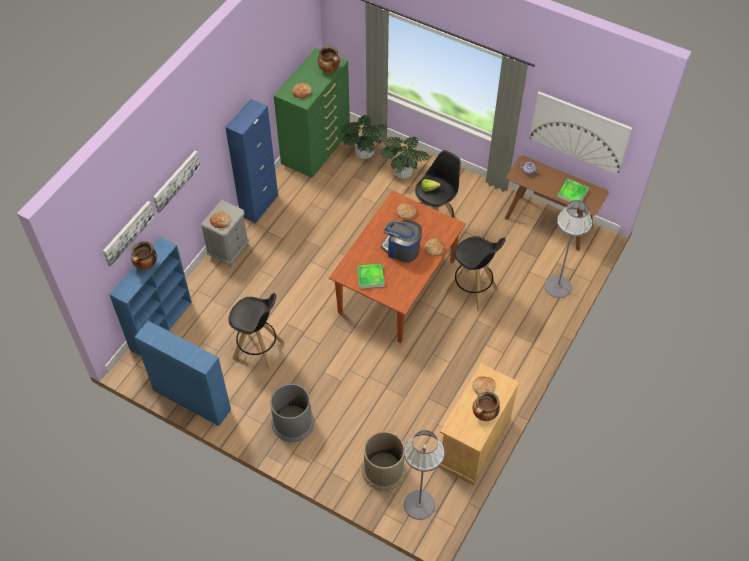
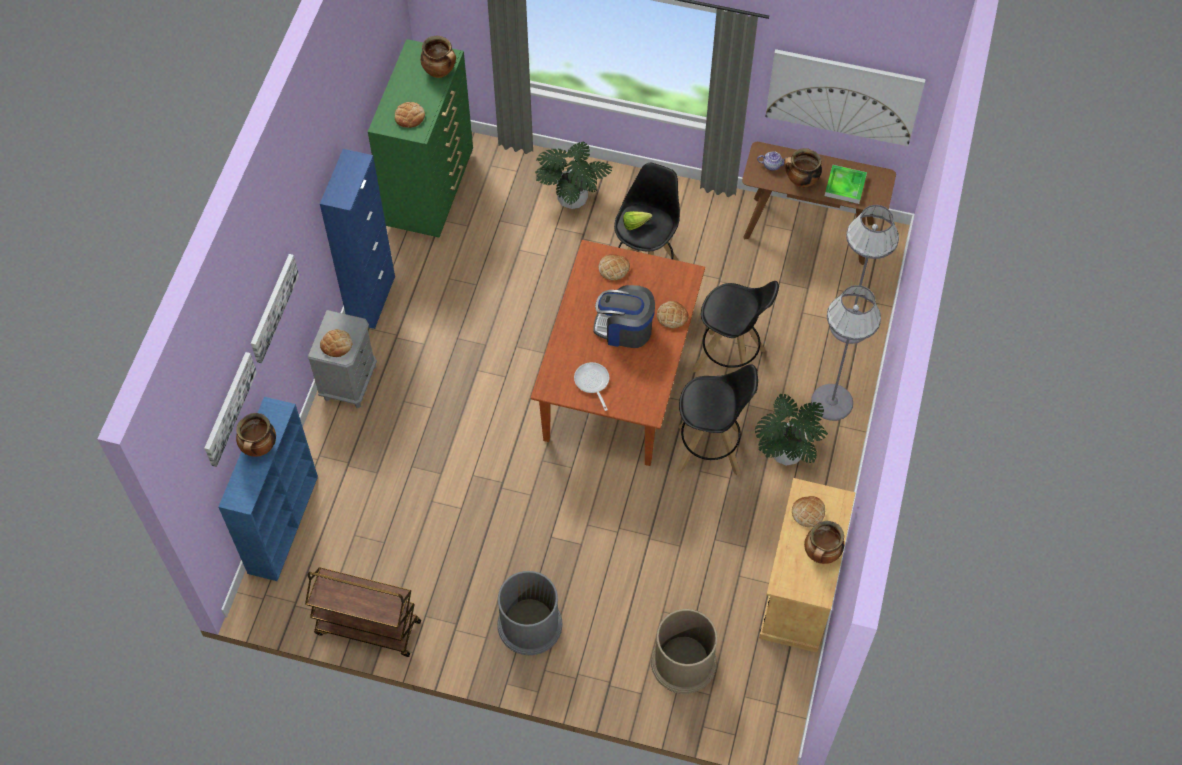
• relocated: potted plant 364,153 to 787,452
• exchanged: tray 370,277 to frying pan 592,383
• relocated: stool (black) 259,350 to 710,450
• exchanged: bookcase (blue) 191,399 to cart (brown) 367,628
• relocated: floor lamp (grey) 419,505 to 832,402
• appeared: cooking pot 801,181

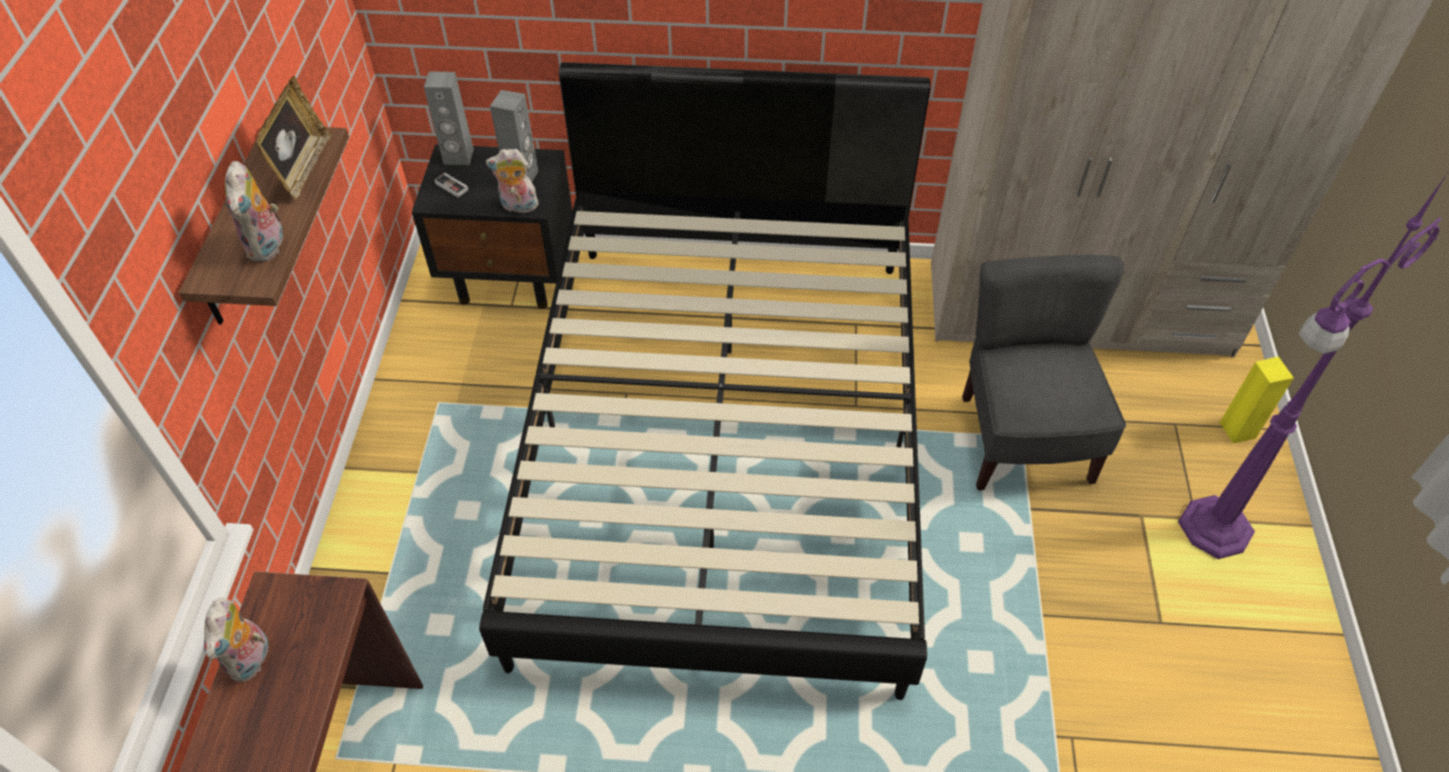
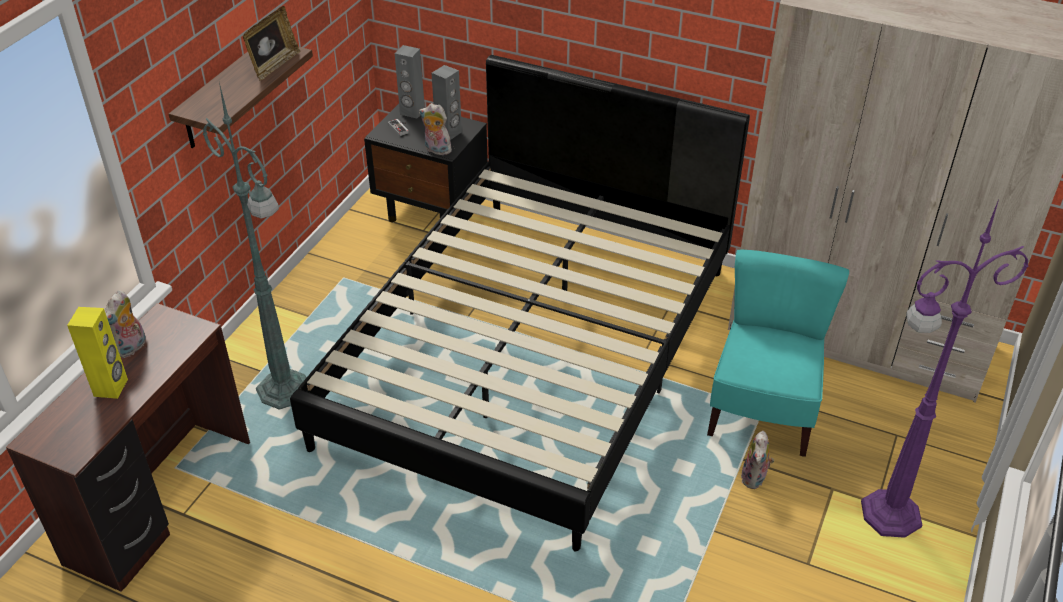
• relocated: plush toy 269,246 to 755,479
• colour: chair (grey) 1022,439 to chair (turquoise) 762,412
• relocated: speaker (yellow) 1237,430 to 111,387
• appeared: floor lamp (green) 285,391

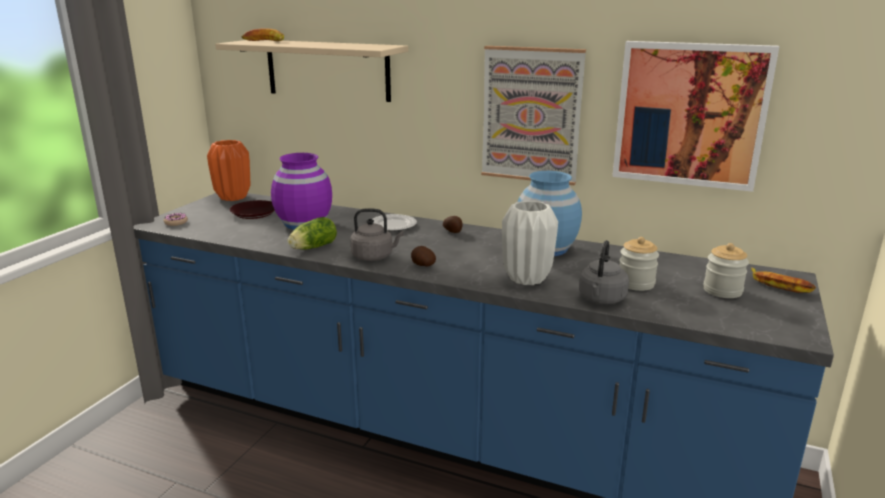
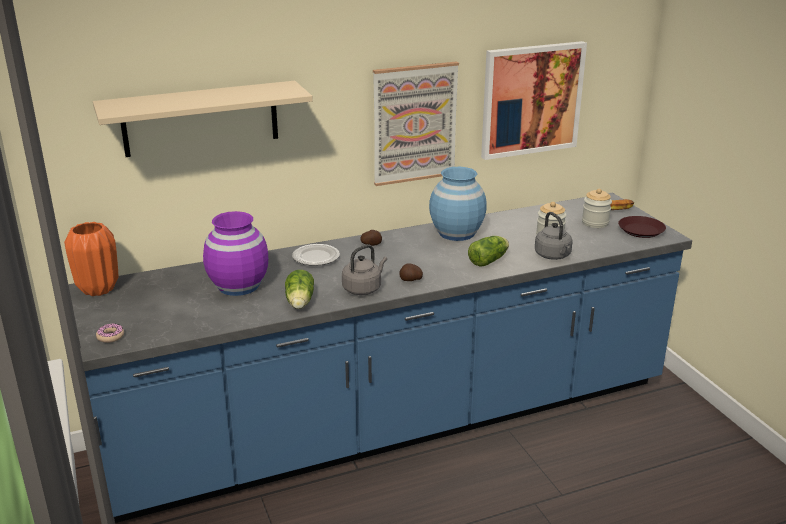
• missing: banana 264,41
• relocated: plate (brown) 254,213 to 640,231
• exchanged: vase (white) 526,278 to lettuce 489,260

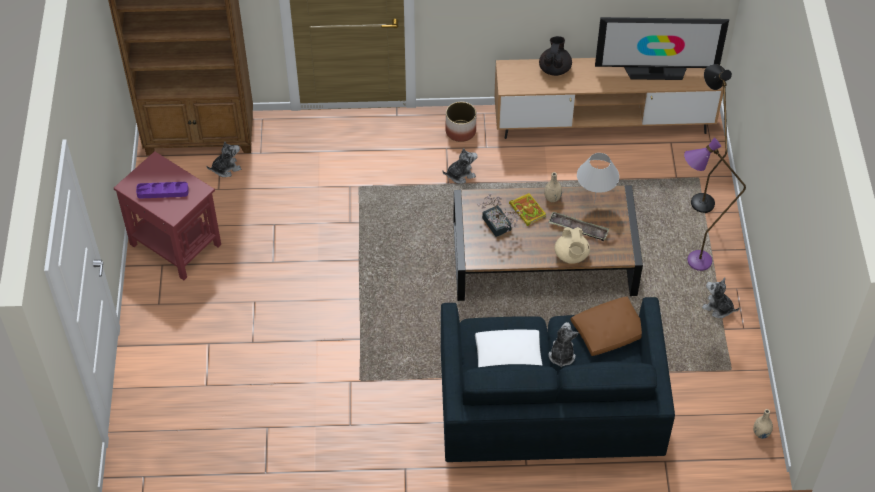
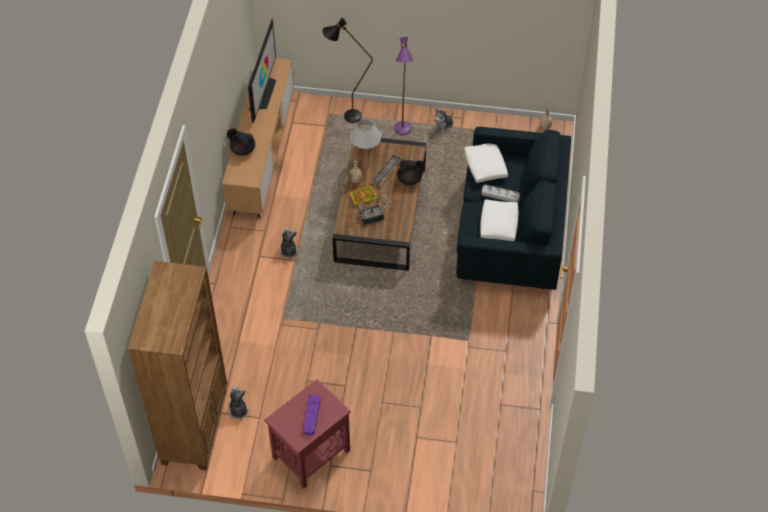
• missing: planter 461,131
• colour: teapot (beige) 571,256 to teapot (black) 410,179
• colour: pillow (brown) 609,331 to pillow (white) 485,166
• exchanged: plush toy 561,355 to tray (grey) 500,195

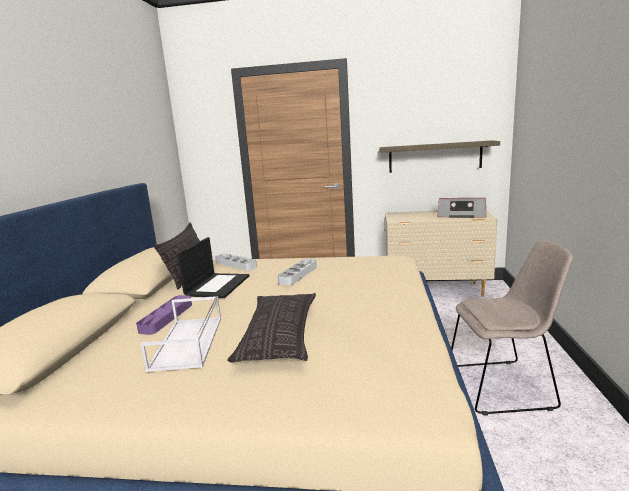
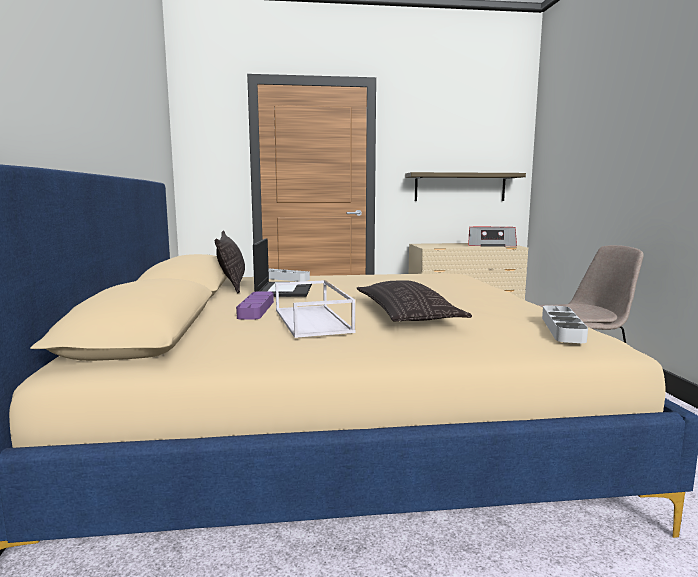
• relocated: tray (grey) 298,274 to 562,328

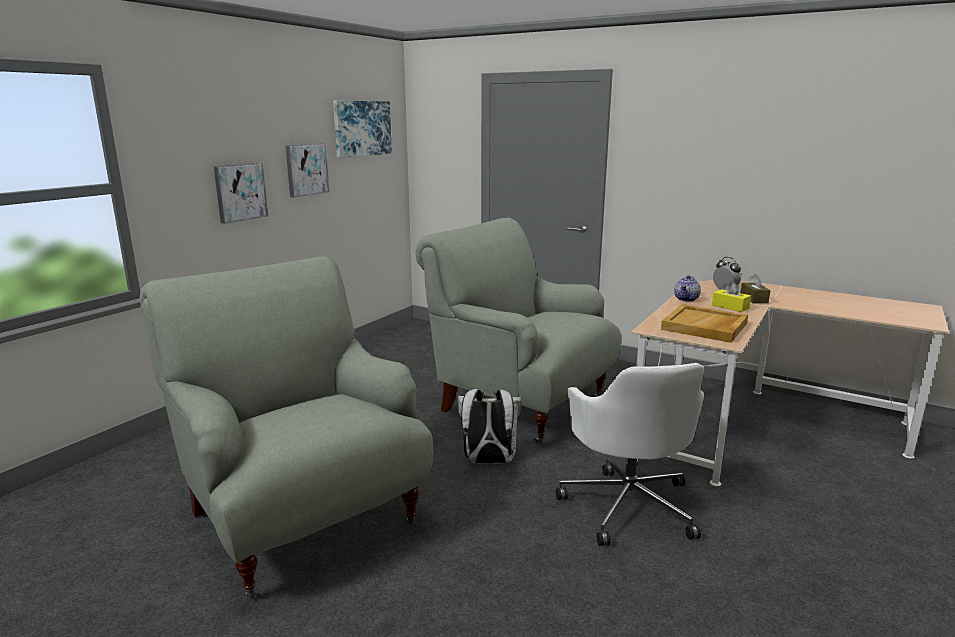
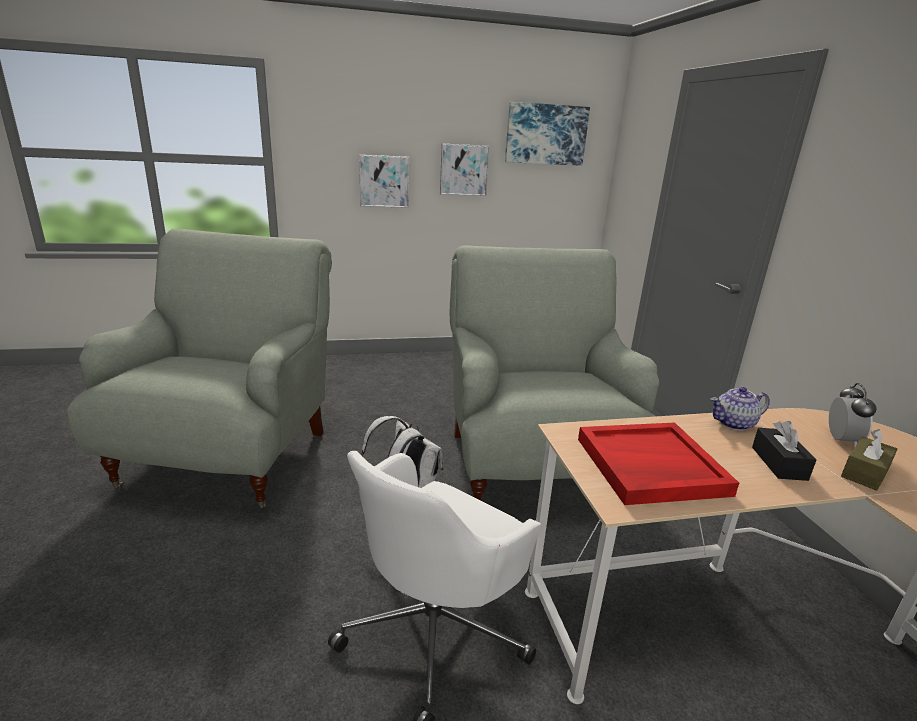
• colour: tissue box (yellow) 730,307 to tissue box (black) 778,463
• colour: tray (beige) 705,327 to tray (red) 650,466

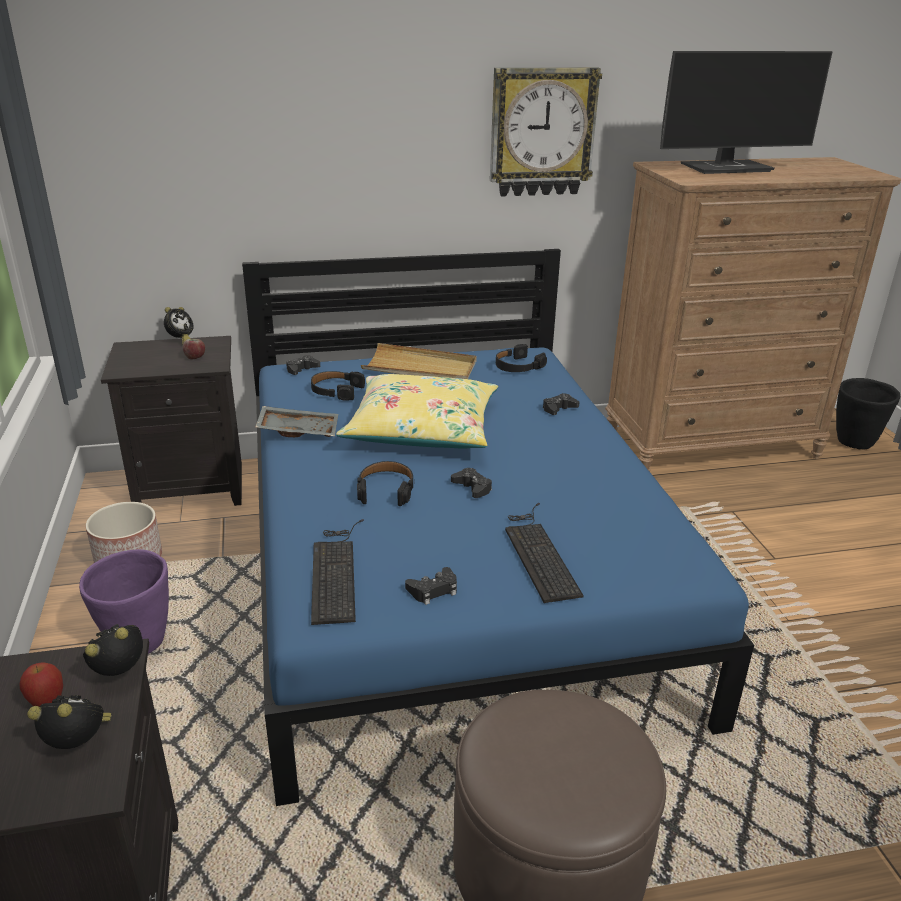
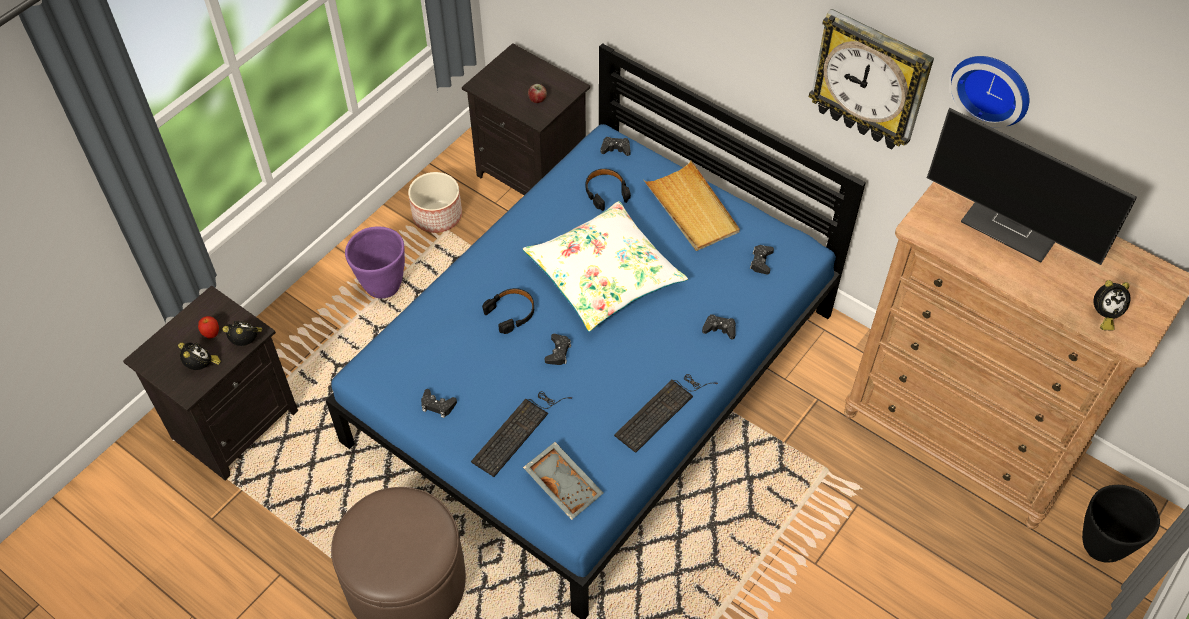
• relocated: alarm clock 181,341 to 1103,315
• exchanged: headphones (black) 517,366 to game controller (black) 761,261
• colour: pillow (yellow) 422,429 to pillow (white) 604,275
• relocated: tray (grey) 298,430 to 564,484
• relocated: keyboard 336,571 to 663,409
• appeared: wall clock 993,87

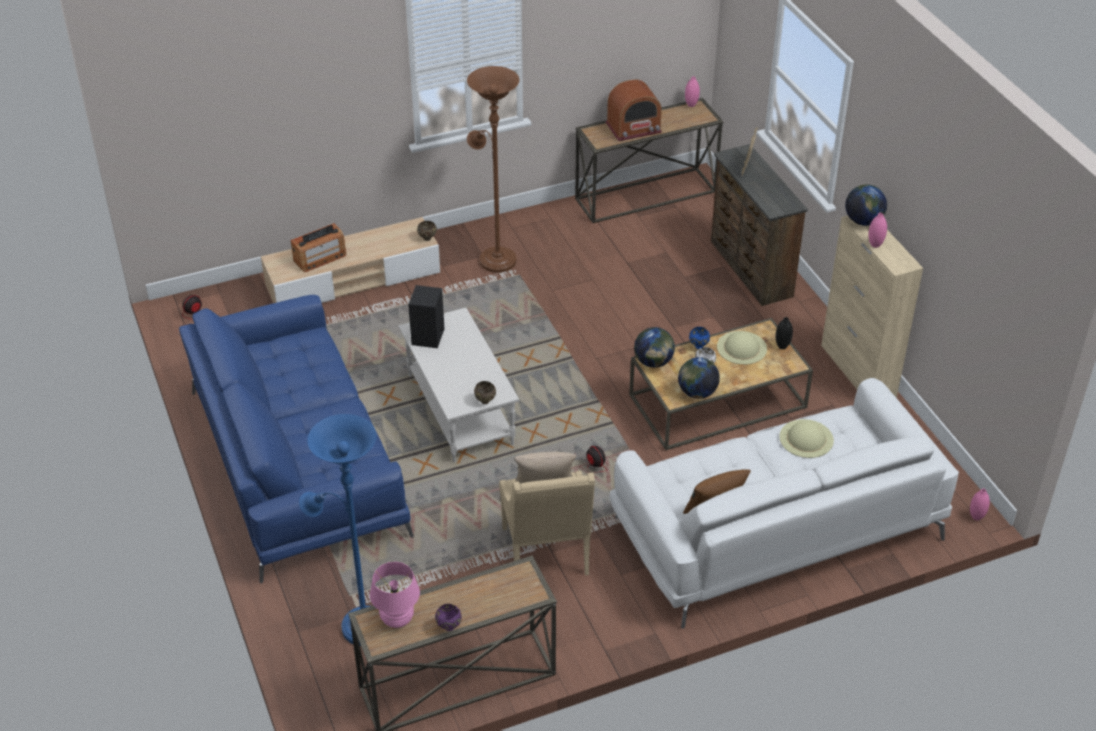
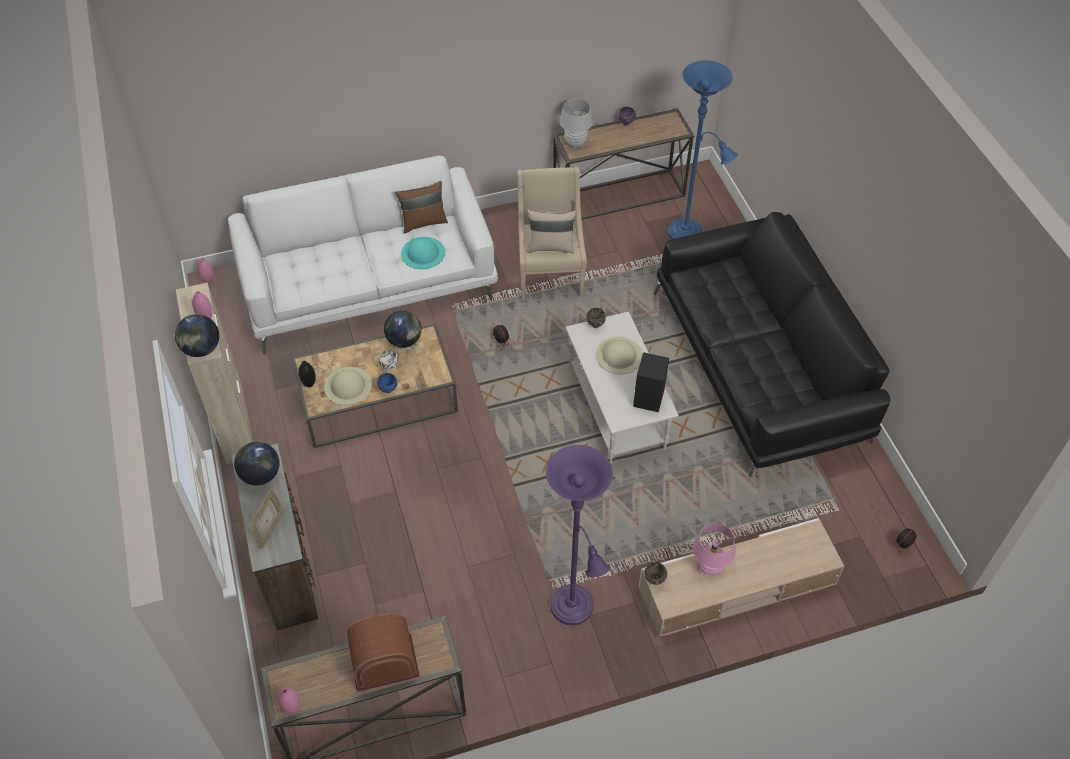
• colour: floor lamp (brown) 495,258 to floor lamp (purple) 574,610
• missing: radio 320,258
• colour: sofa (blue) 296,460 to sofa (black) 759,366
• relocated: globe 653,362 to 261,475
• relocated: hat (beige) 806,438 to 619,355
• relocated: table lamp (pink) 397,619 to 709,566
• appeared: table lamp (white) 575,142
• appeared: hat (turquoise) 423,253

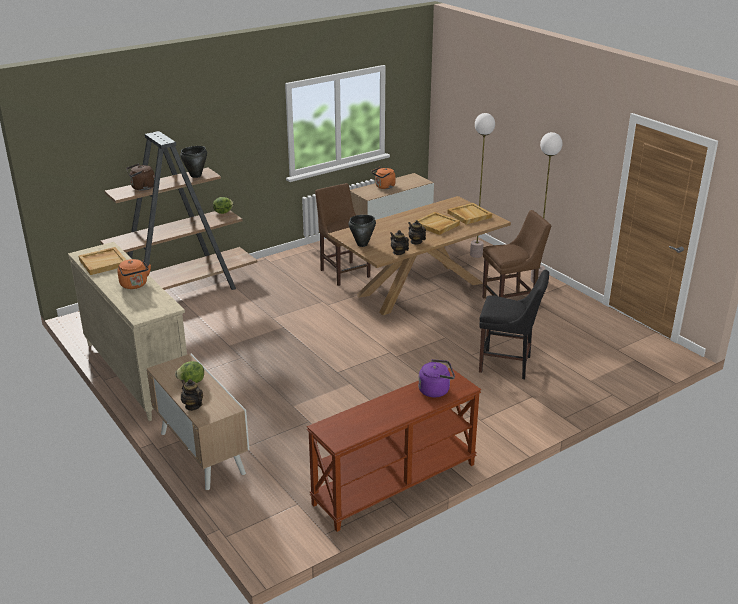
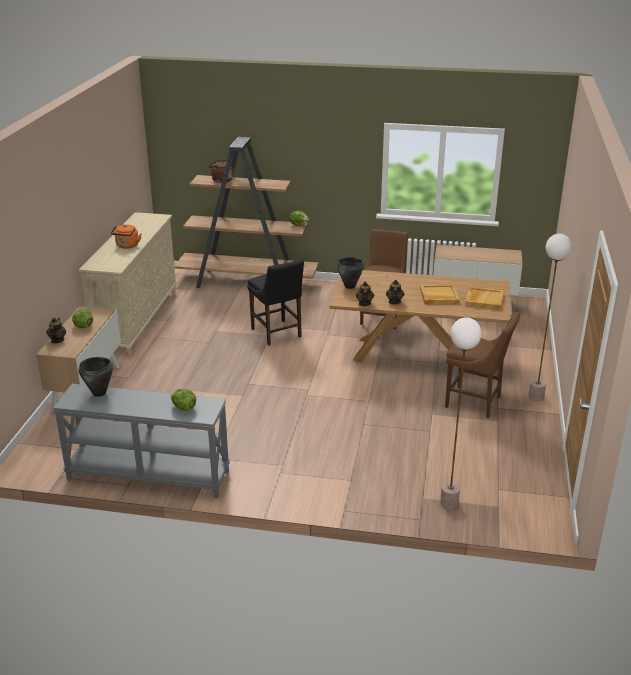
• relocated: floor lamp 476,254 to 449,503
• relocated: cooking pot (black) 196,176 to 99,393
• missing: kettle (orange) 384,187
• missing: tray (beige) 103,262
• relocated: chair (black) 508,365 to 277,334
• exchanged: kettle (purple) 436,390 to lettuce 183,407
• colour: console table (brown) 395,485 to console table (grey) 147,476

